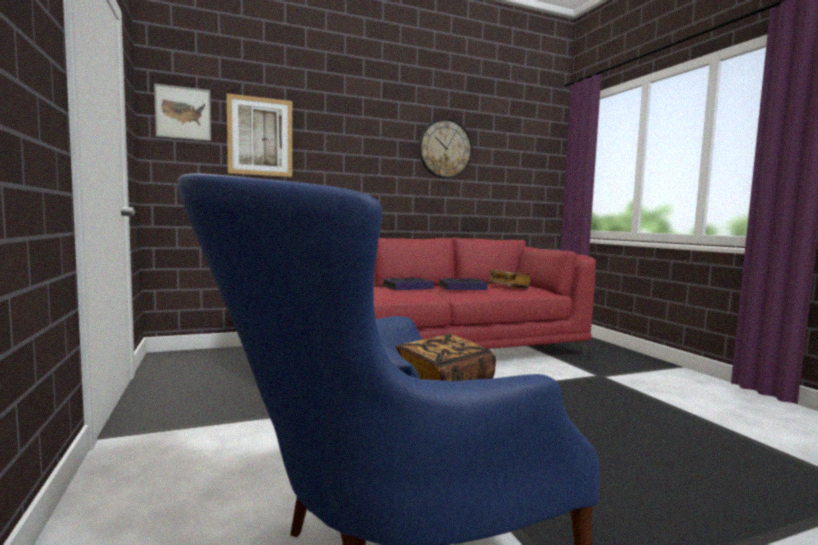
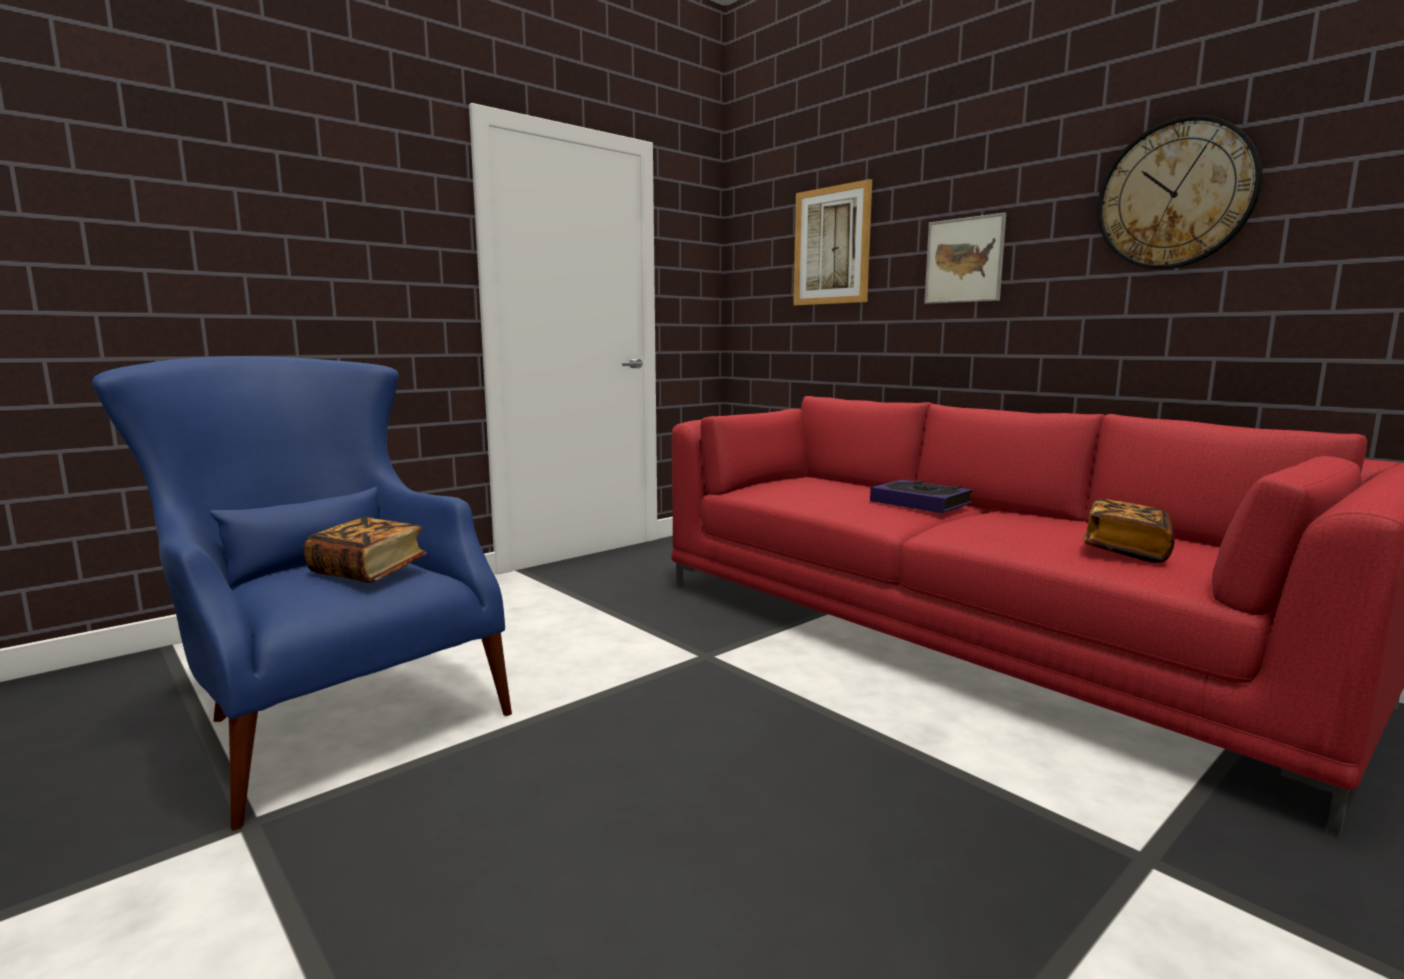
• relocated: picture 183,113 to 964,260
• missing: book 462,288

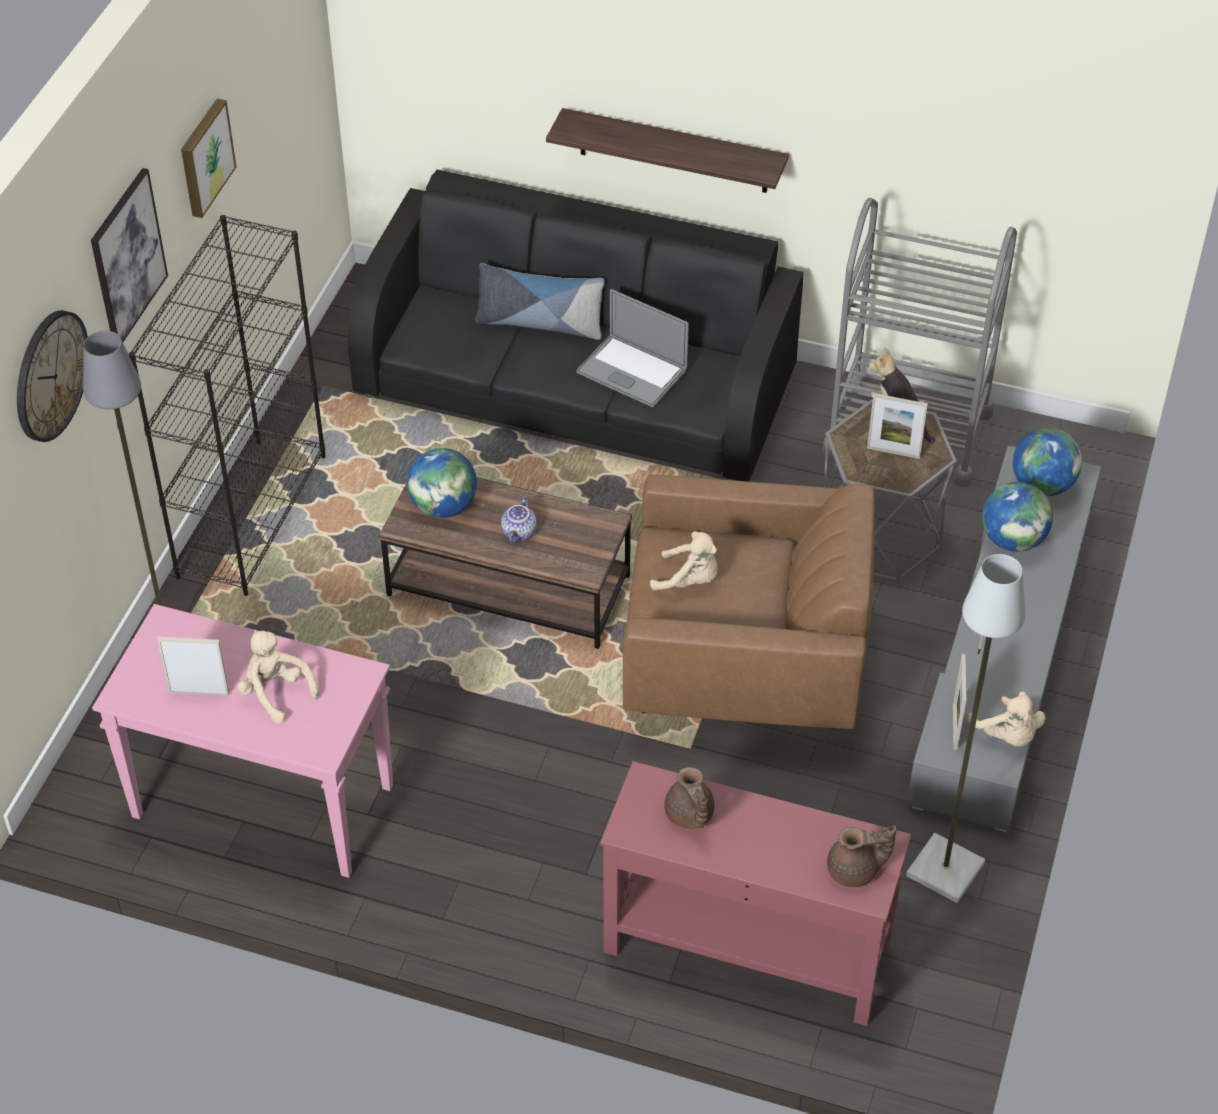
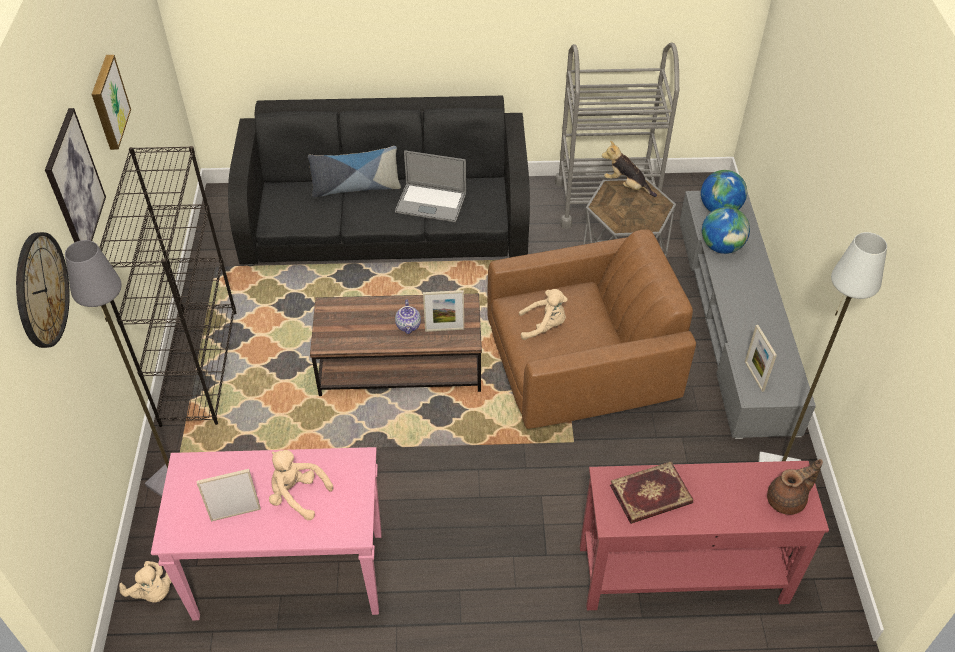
• missing: shelf 673,151
• relocated: picture frame 893,452 to 444,329
• missing: globe 444,506
• relocated: plush toy (beige) 1007,735 to 153,591
• exchanged: teapot (brown) 689,815 to book 651,495

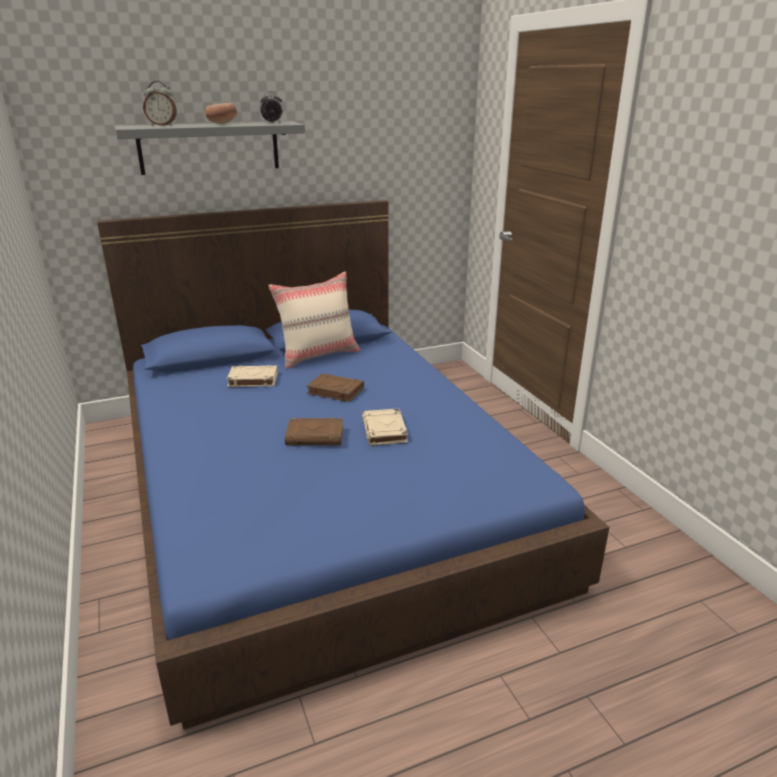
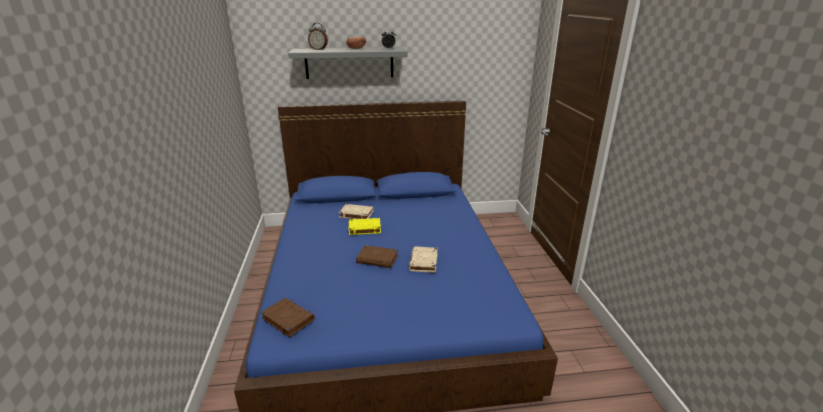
• missing: pillow (beige) 318,355
• relocated: book (brown) 334,391 to 287,319
• appeared: book (yellow) 364,228

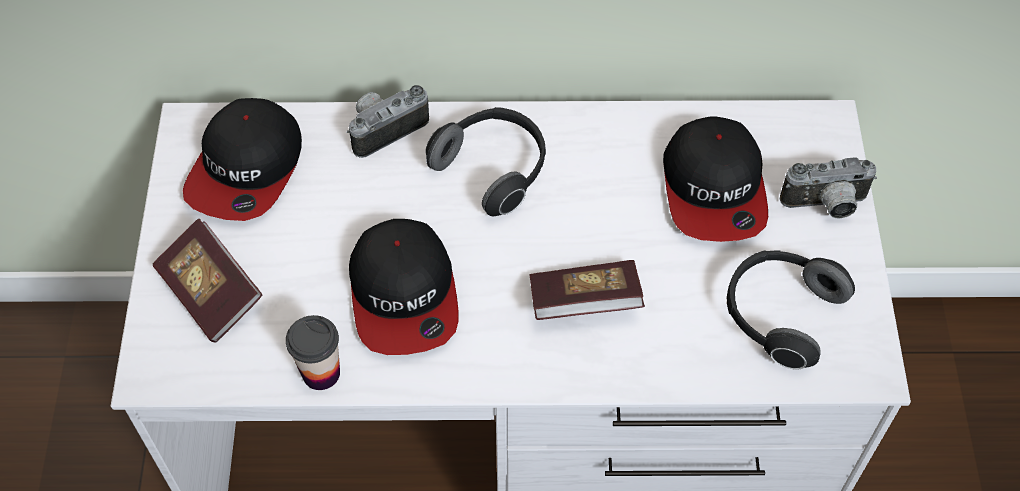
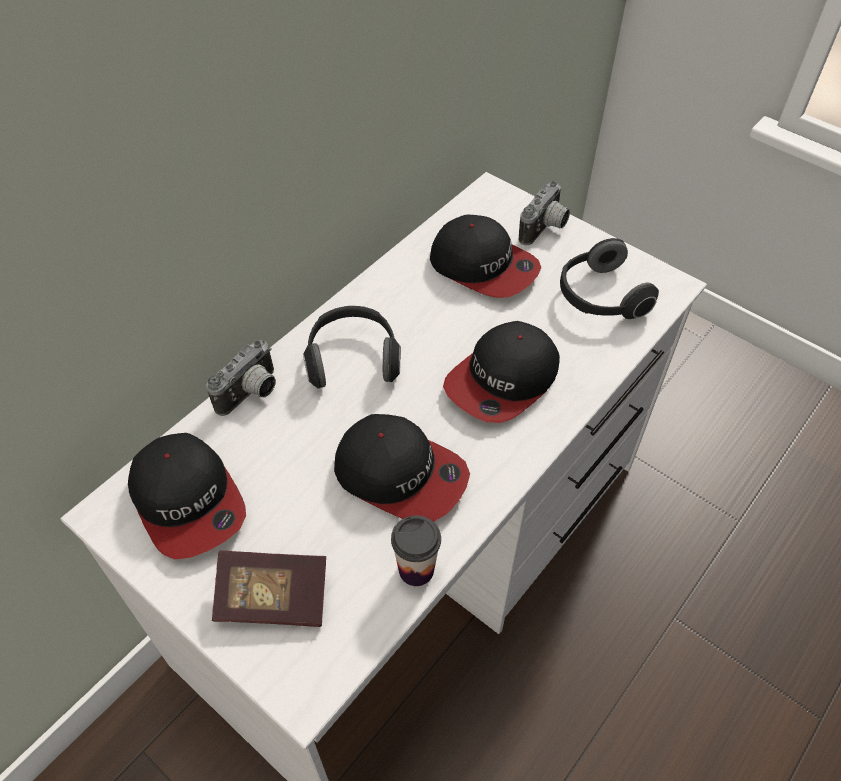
• spun: photo camera 385,128 = 252,394 150 degrees counterclockwise
• exchanged: book 584,302 to cap 503,380

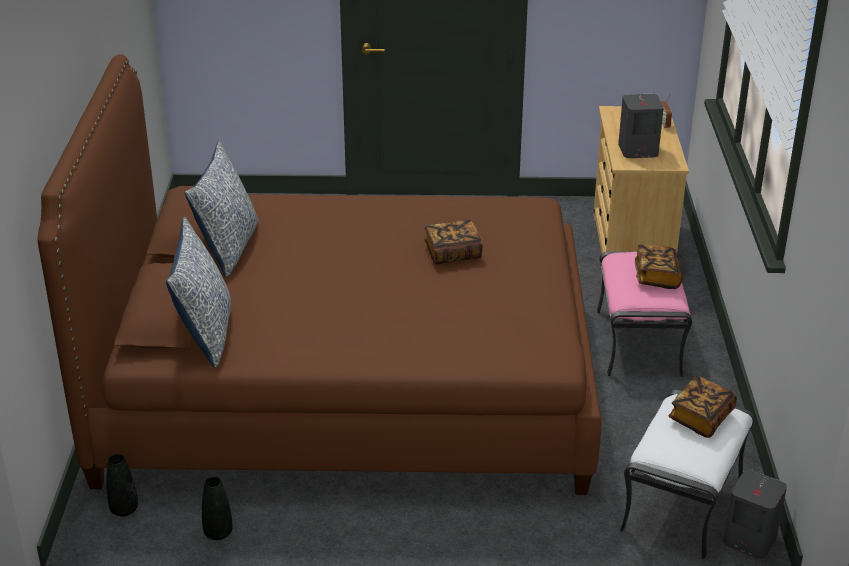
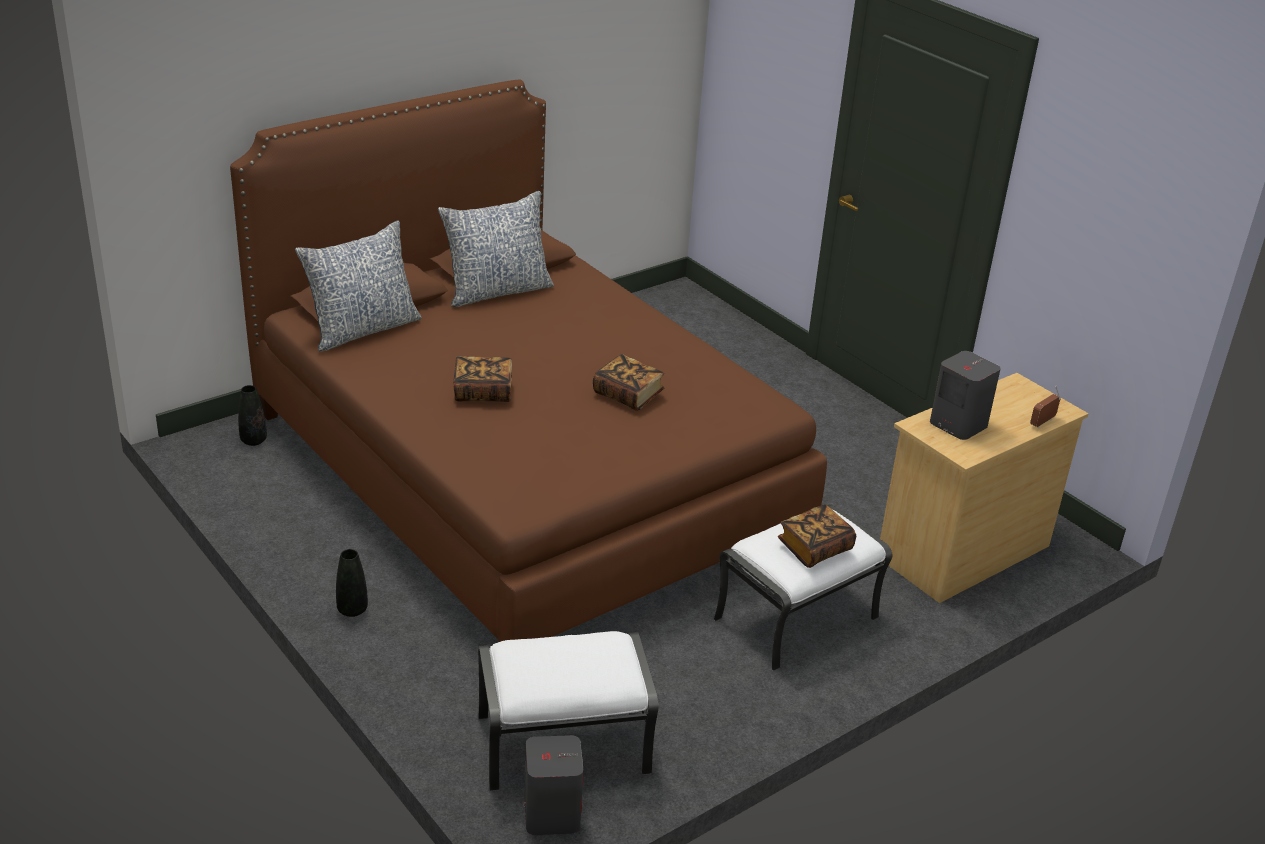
• colour: ottoman (pink) 639,343 to ottoman (white) 796,620
• relocated: book 701,418 to 483,392
• relocated: vase (black) 218,533 to 352,610

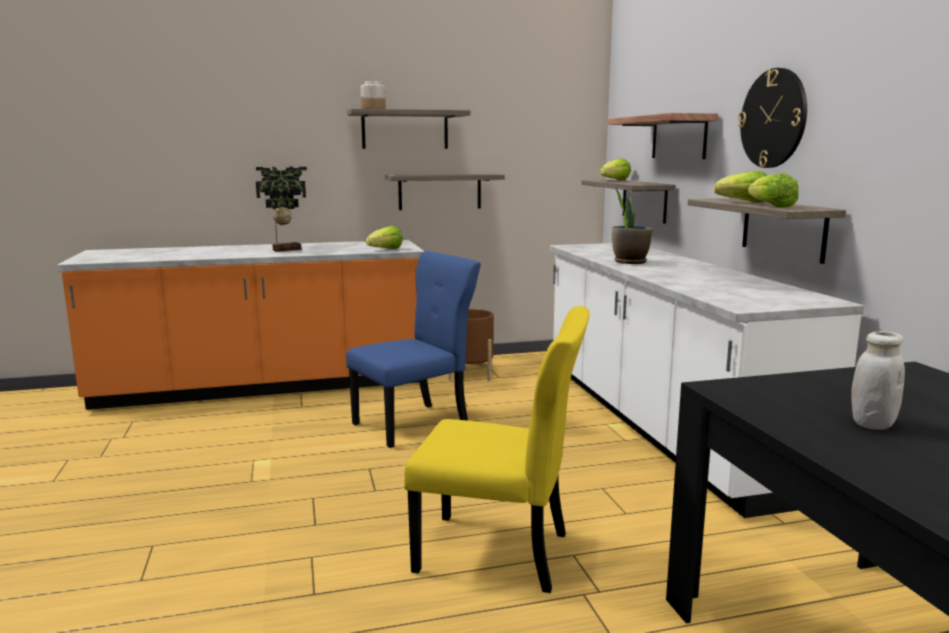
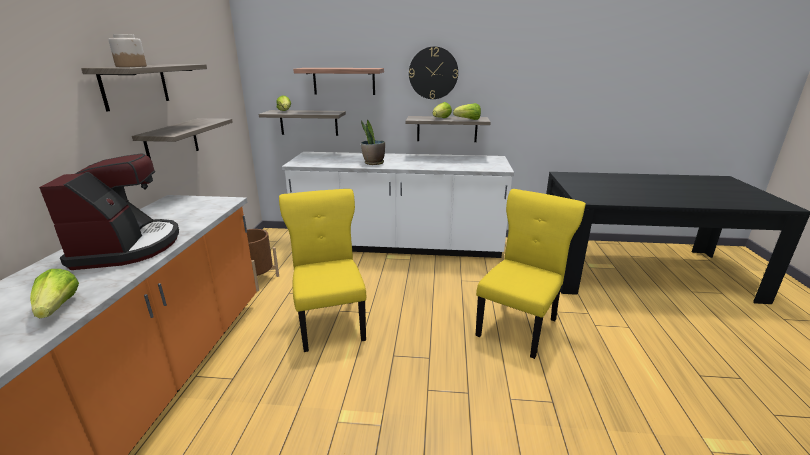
• exchanged: potted plant 285,250 to coffee machine 128,247
• relocated: lettuce 386,250 to 58,308
• colour: chair (blue) 415,424 to chair (yellow) 330,322
• missing: jar (white) 872,424

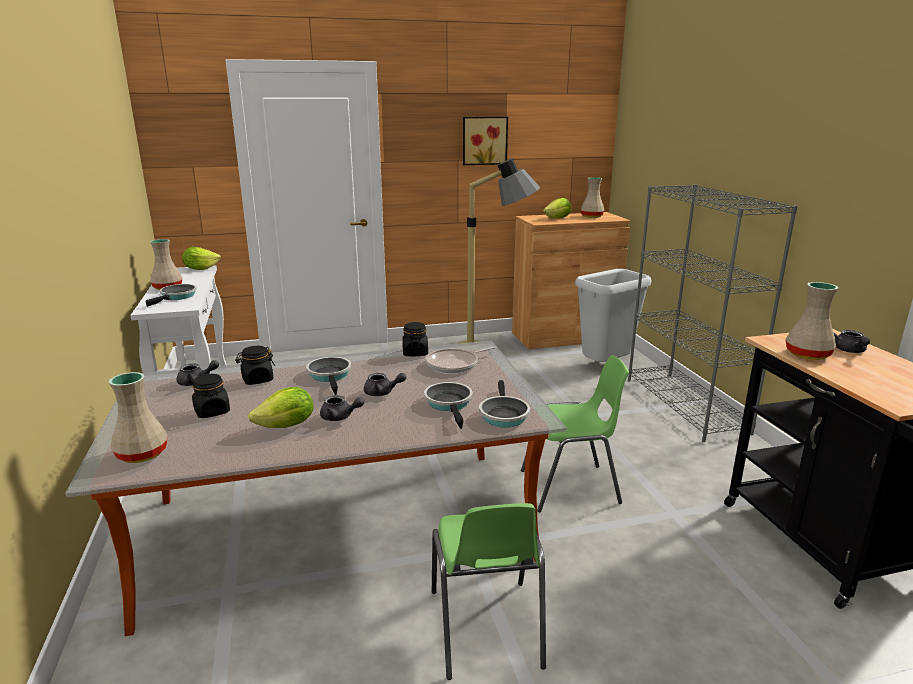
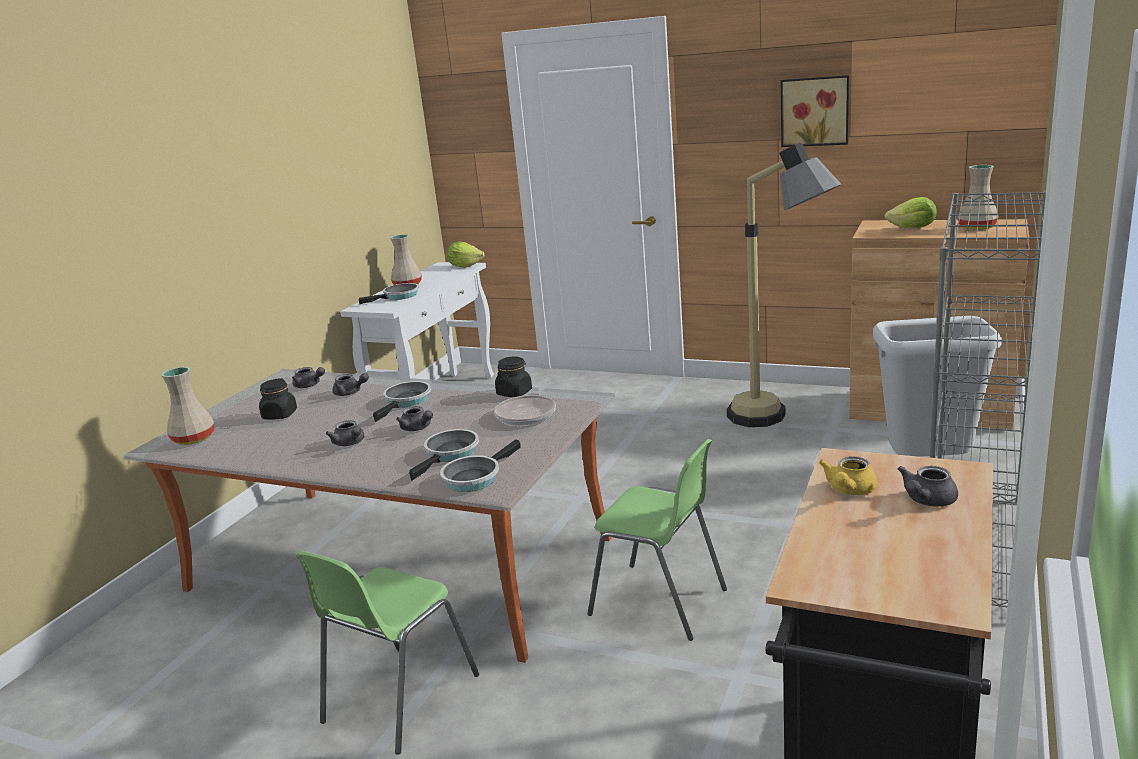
• exchanged: vase (beige) 809,354 to teapot (yellow) 849,490
• exchanged: jar (black) 257,380 to teapot (grey) 350,393
• spun: frying pan 455,364 = 528,413 75 degrees counterclockwise
• missing: lettuce 287,426

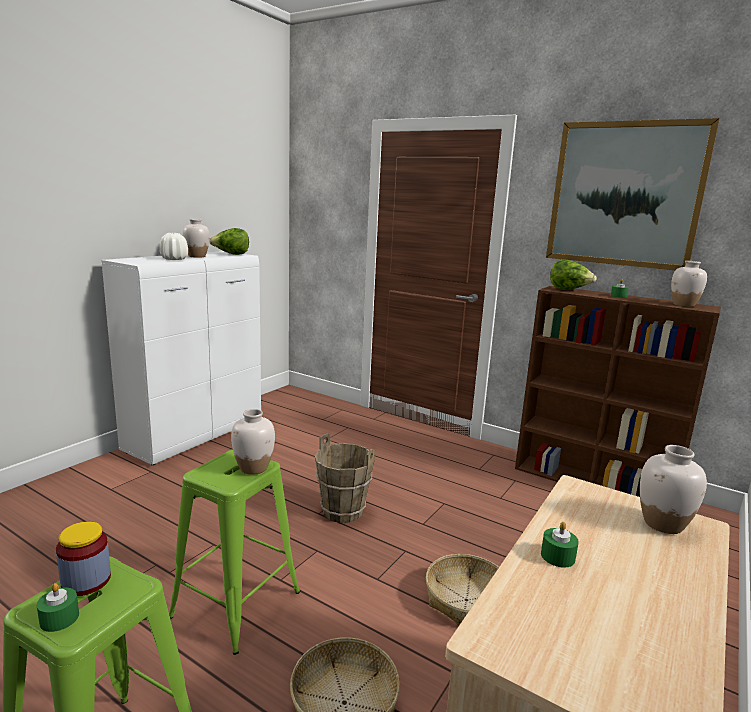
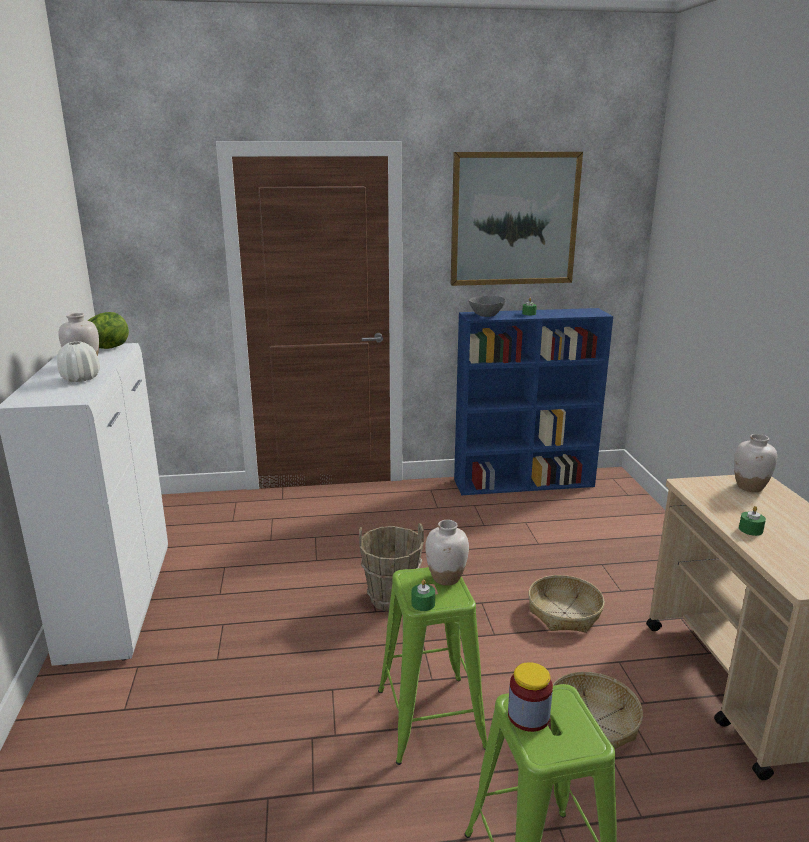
• exchanged: lettuce 569,290 to bowl (grey) 486,315
• missing: vase (white) 684,305
• colour: bookcase (brown) 594,483 to bookcase (blue) 525,483
• relocated: candle (green) 59,618 to 423,603

